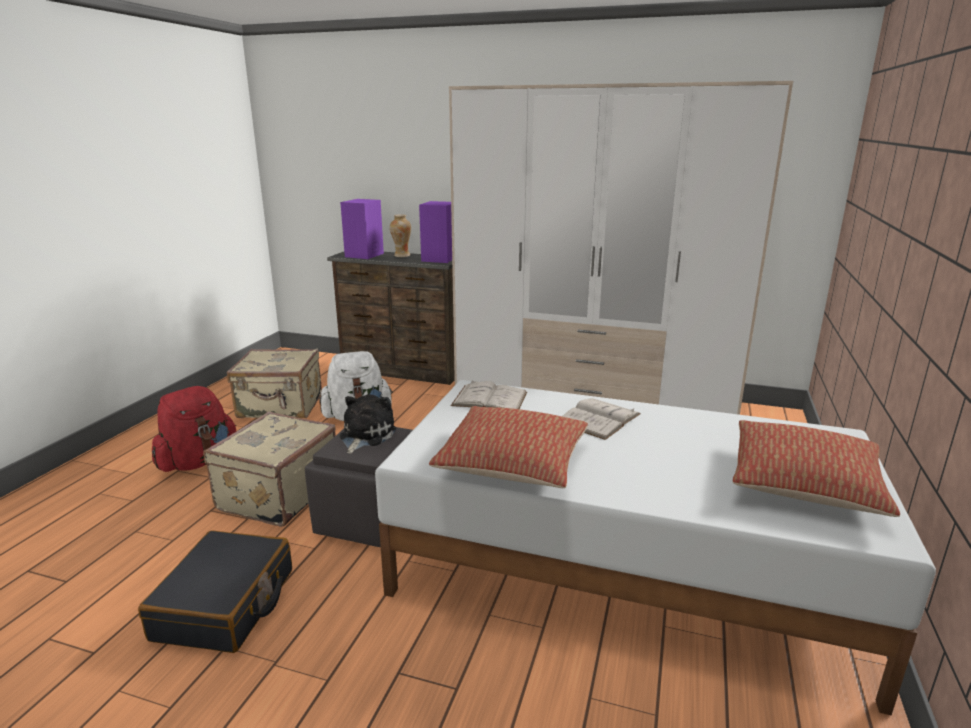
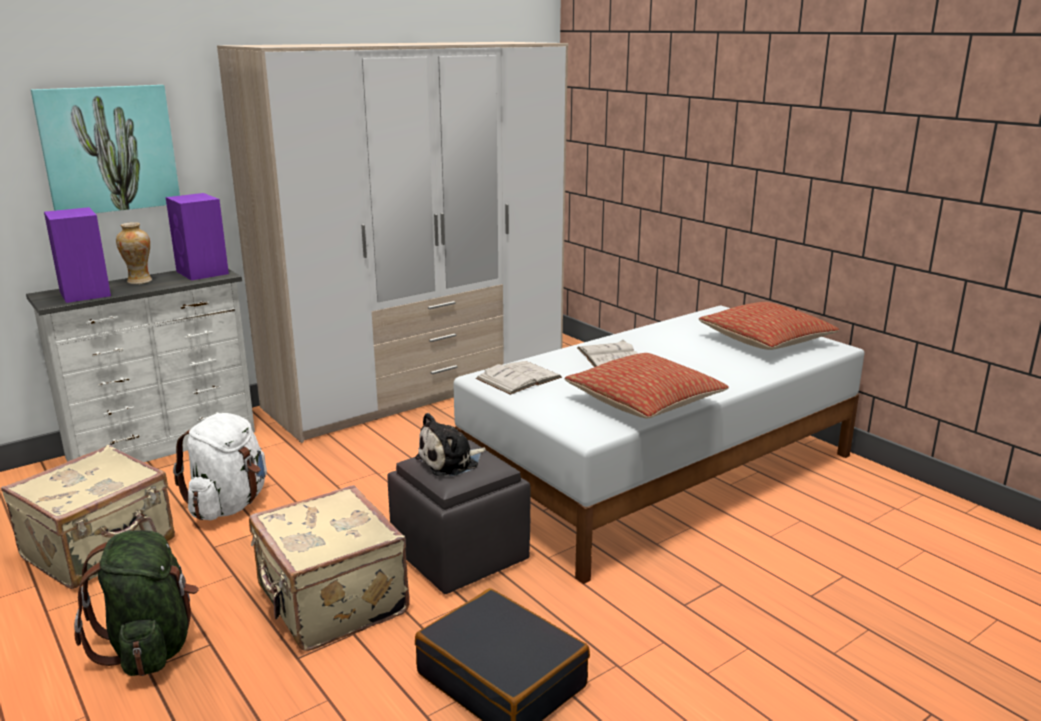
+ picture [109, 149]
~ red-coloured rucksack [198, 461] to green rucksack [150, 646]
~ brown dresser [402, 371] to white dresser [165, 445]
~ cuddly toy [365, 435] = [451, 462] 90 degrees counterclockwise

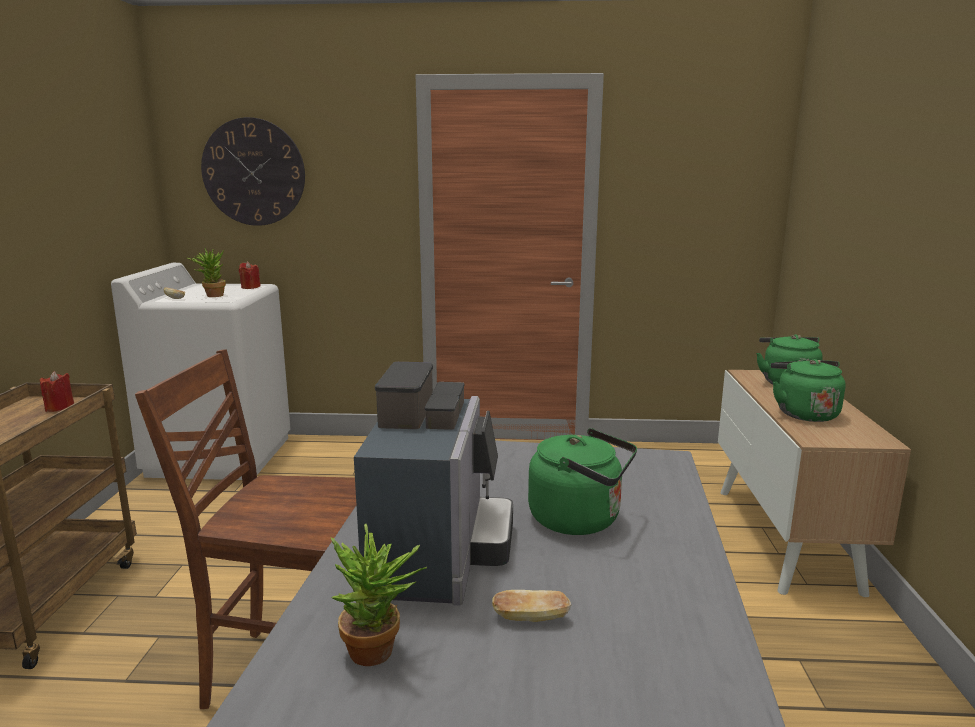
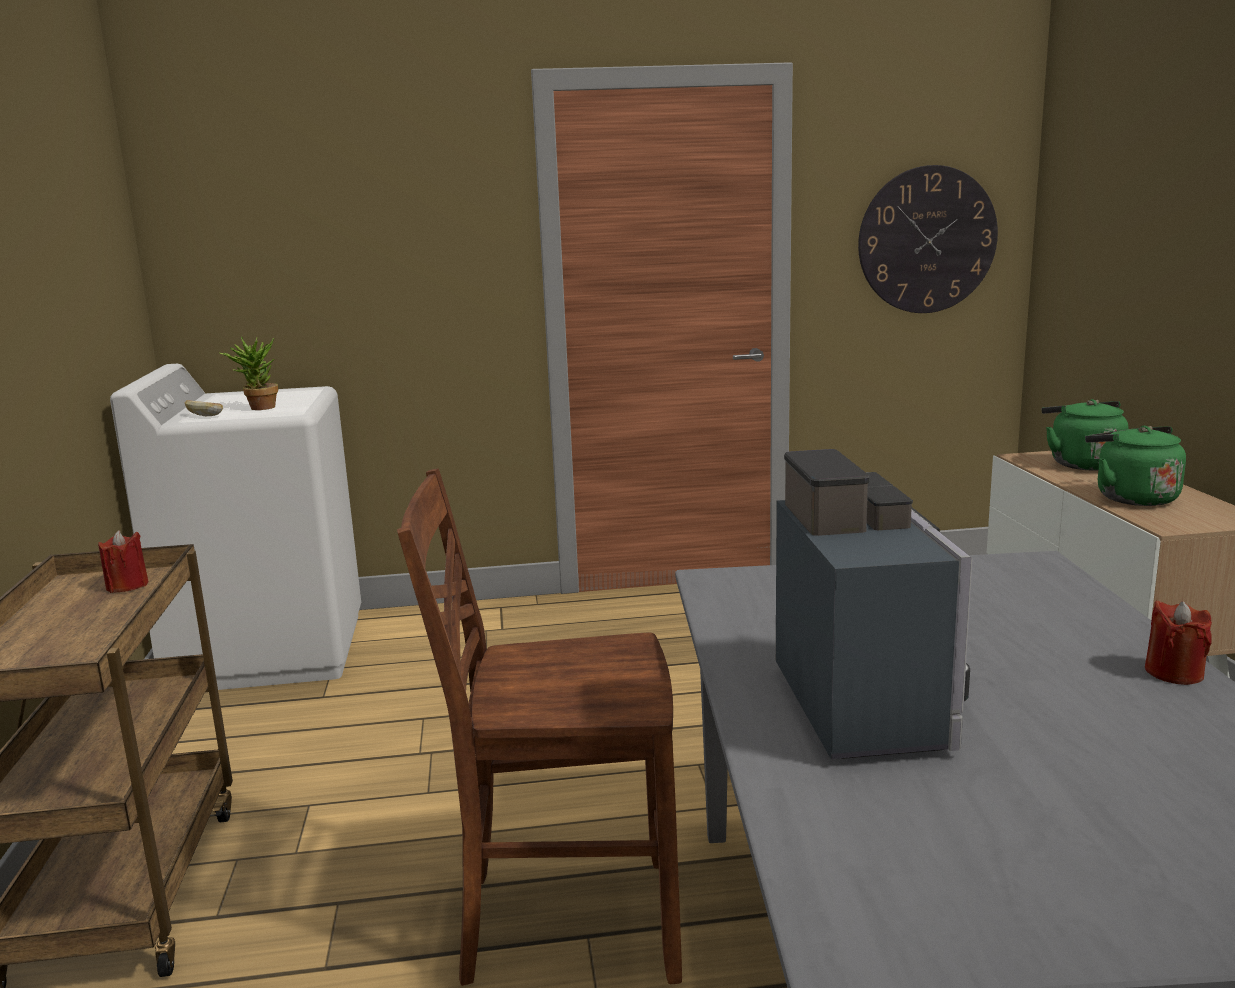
- houseplant [380, 654]
- baked bread [531, 618]
- green water kettle [580, 520]
~ wall clock [253, 172] to [927, 240]
~ red-coloured wax light [250, 287] to [1174, 672]

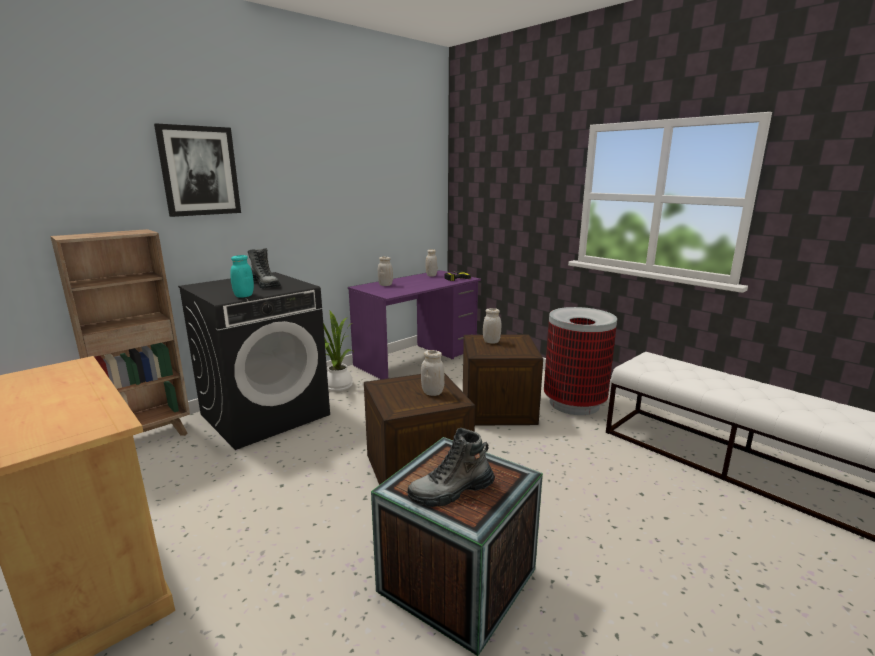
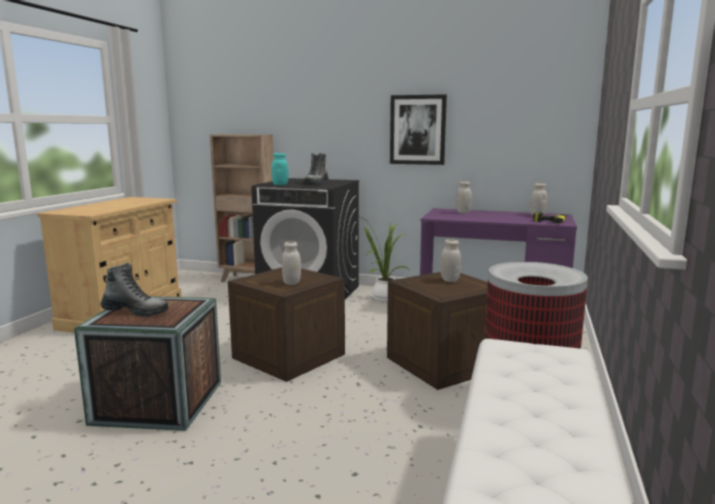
~ picture [199, 171] to [417, 130]
~ high-top boot [451, 491] = [135, 311] 150 degrees clockwise

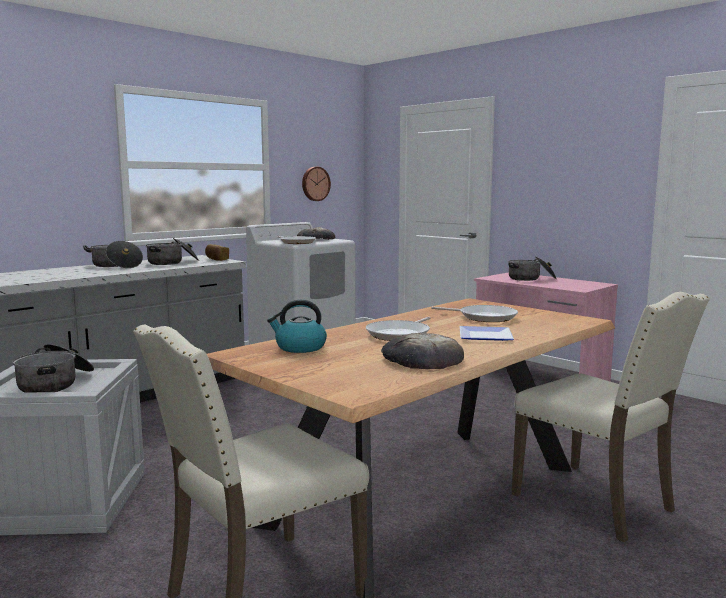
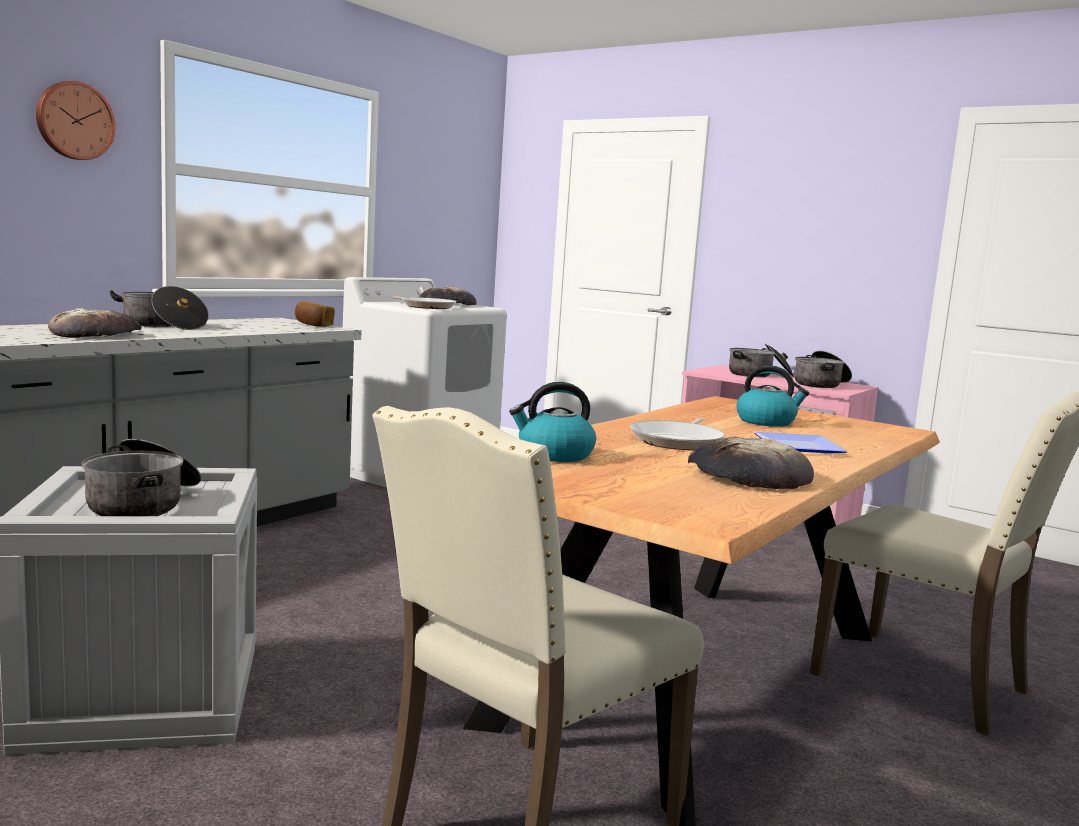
+ baked bread [95, 334]
~ cooking pot [173, 262] to [821, 384]
~ wall clock [315, 183] to [74, 121]
~ skillet [484, 317] to water kettle [766, 422]

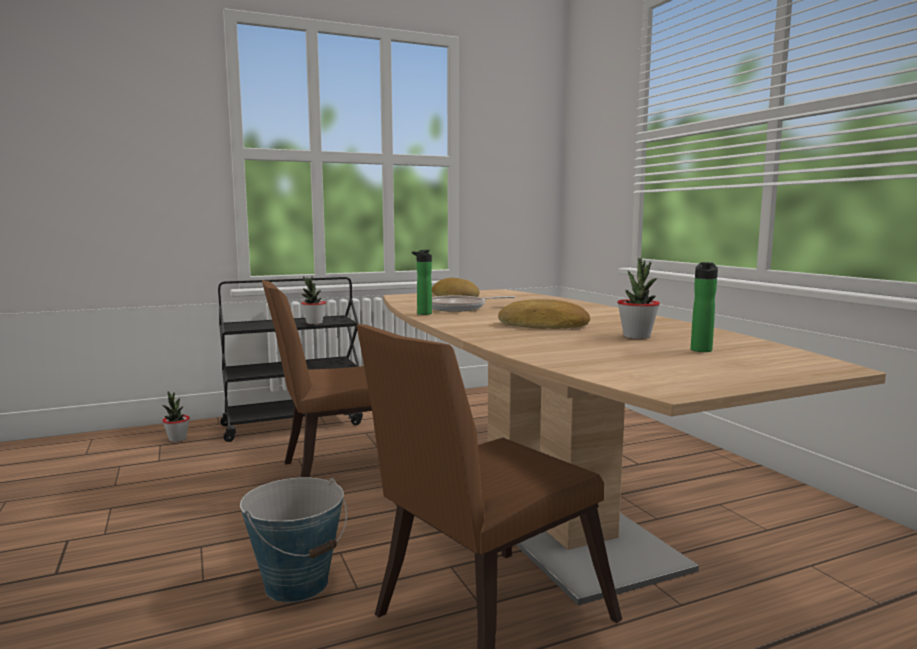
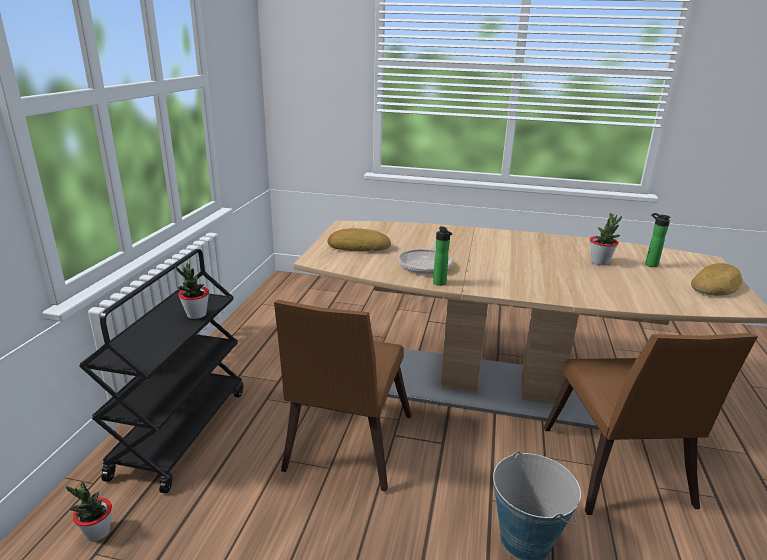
~ baked bread [544, 325] to [716, 286]

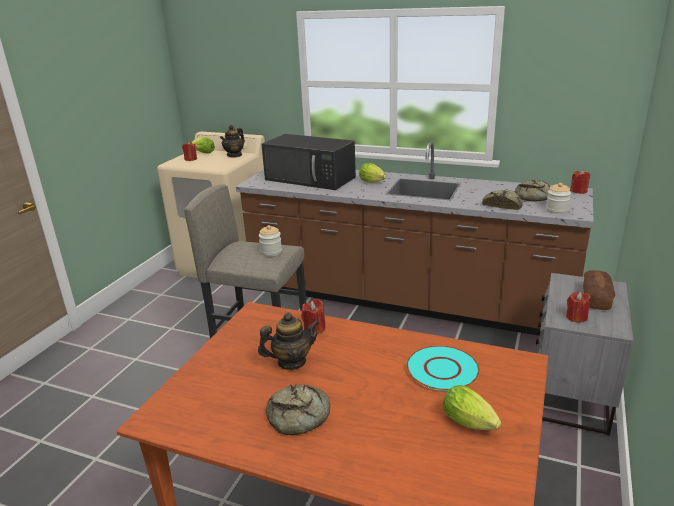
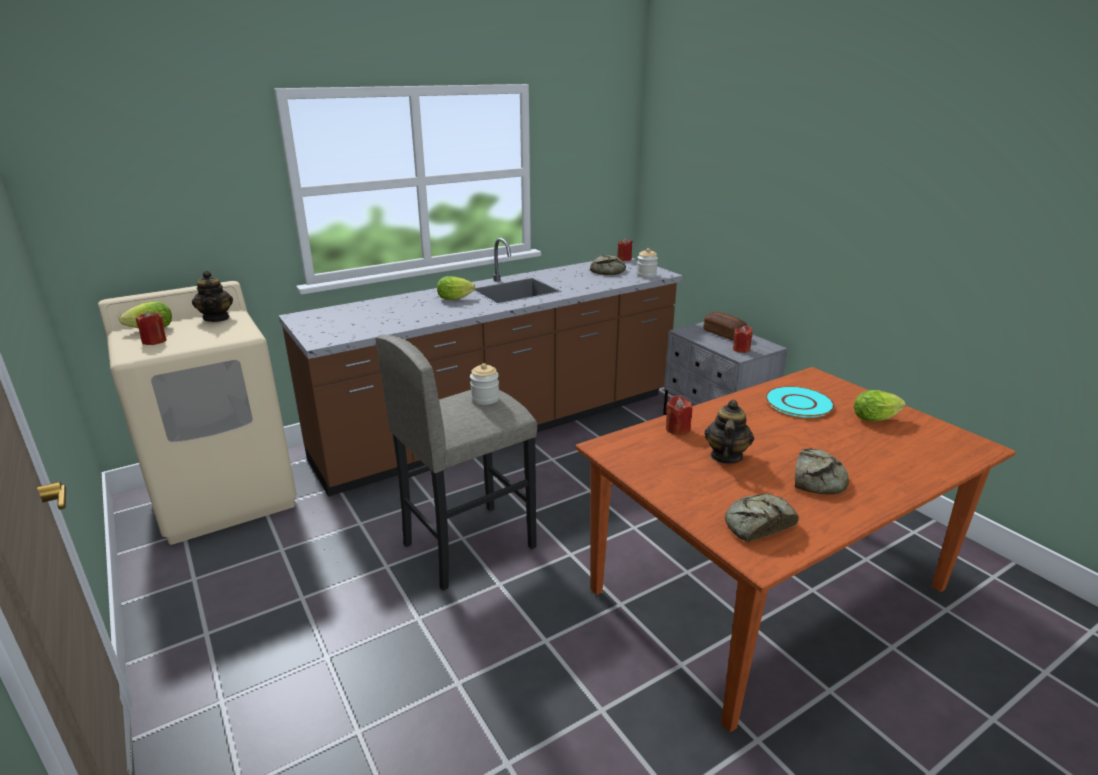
- black microwave [311, 178]
~ baked bread [502, 205] to [757, 524]

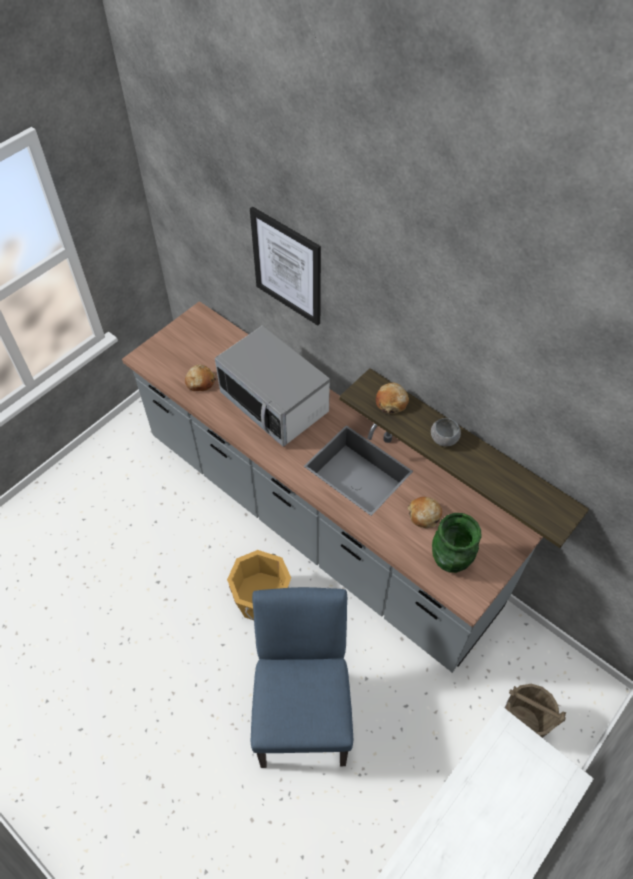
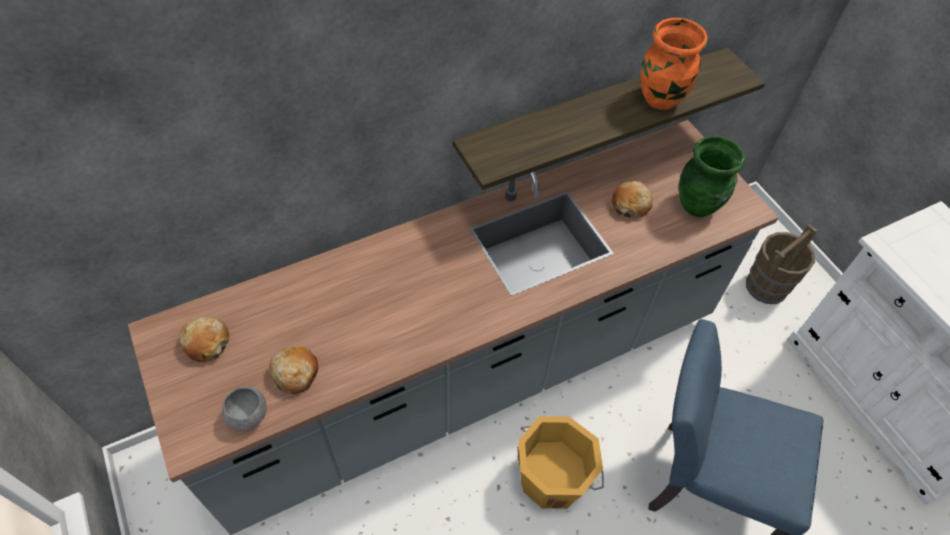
- microwave [275, 403]
- picture [287, 266]
+ orangey decorative vase [660, 99]
~ baked bread [391, 402] to [206, 342]
~ gray bowl [444, 439] to [248, 415]

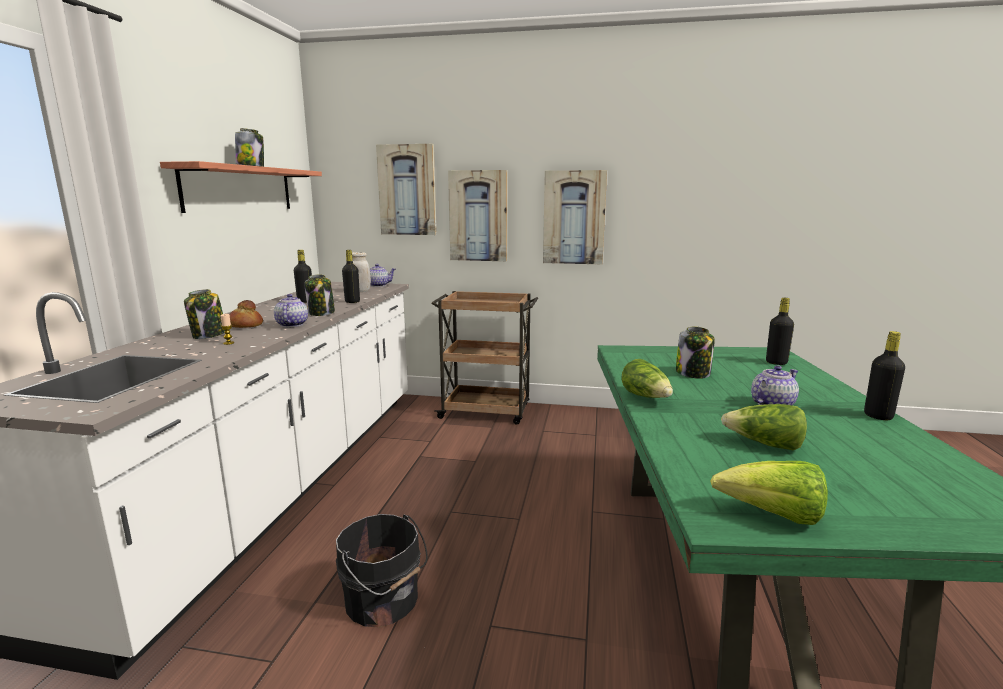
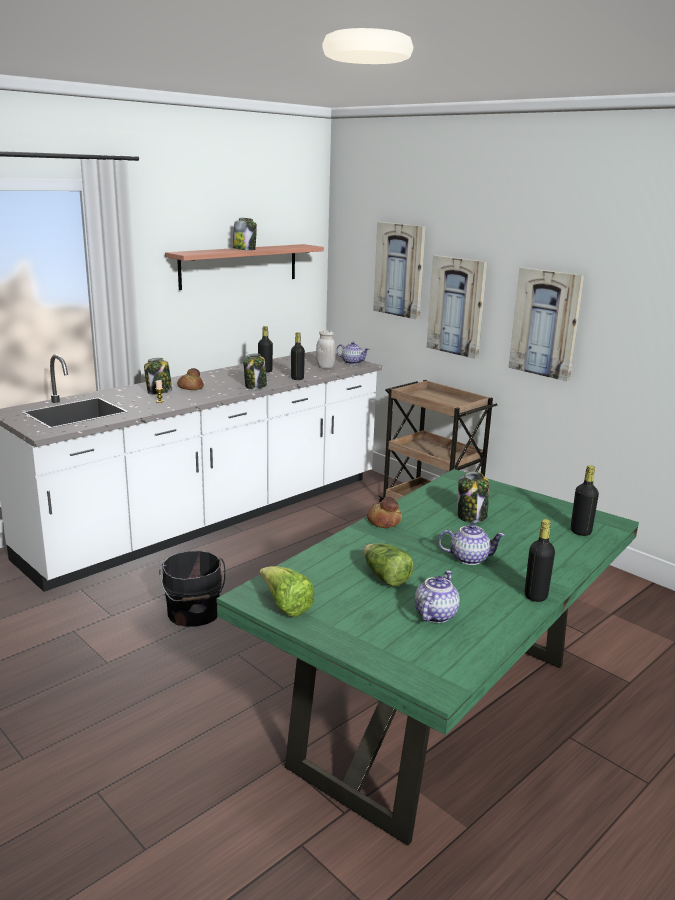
~ pot for tea [291, 325] to [434, 614]
~ lettuce [646, 397] to baked bread [384, 521]

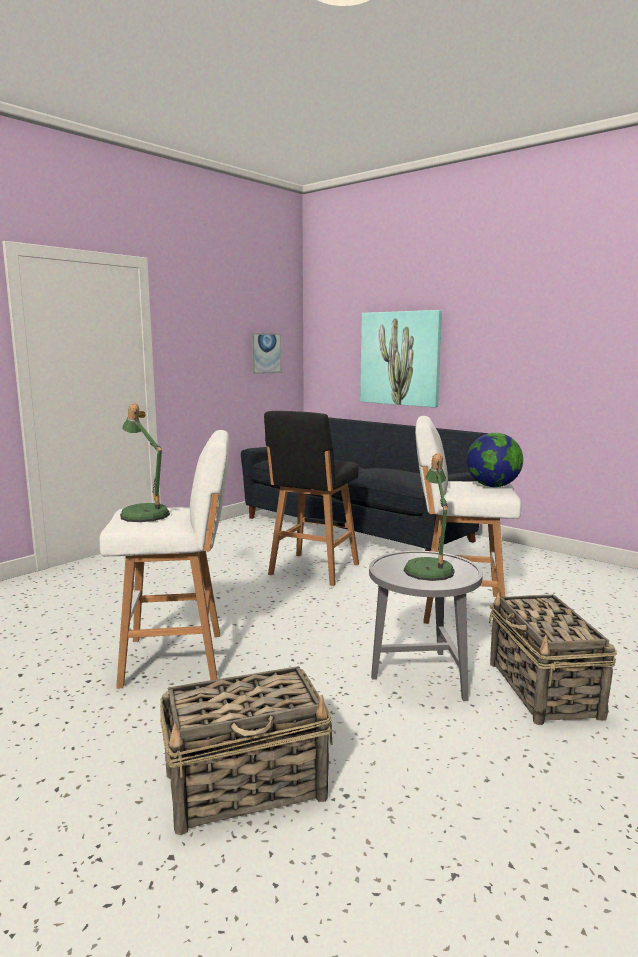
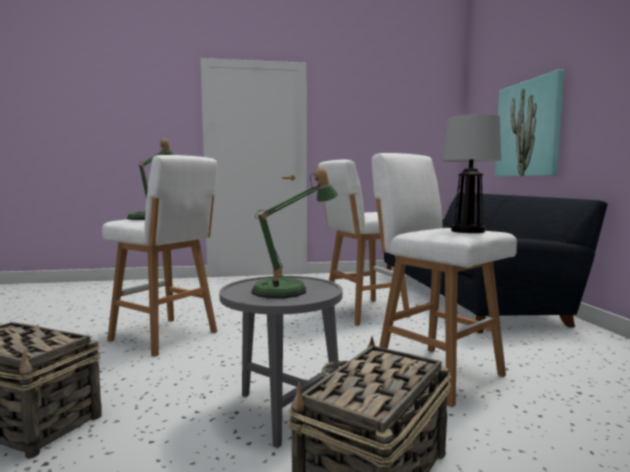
- picture [265, 353]
~ world globe [492, 486] to tabletop lamp [468, 231]
~ black stool seat [312, 570] to white stool seat [363, 312]

